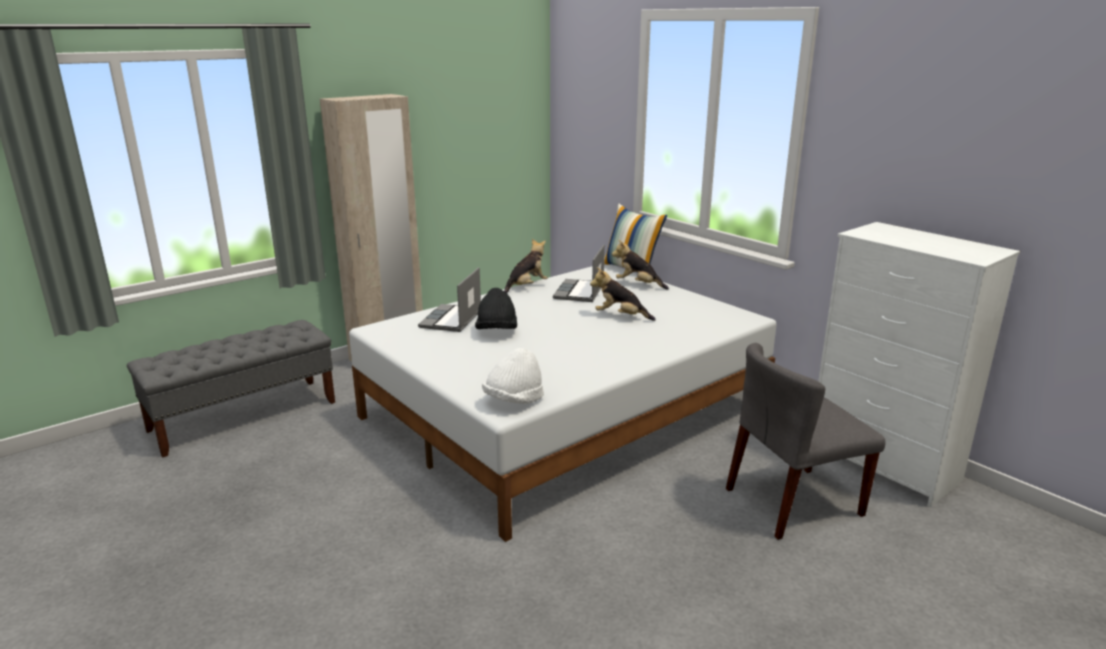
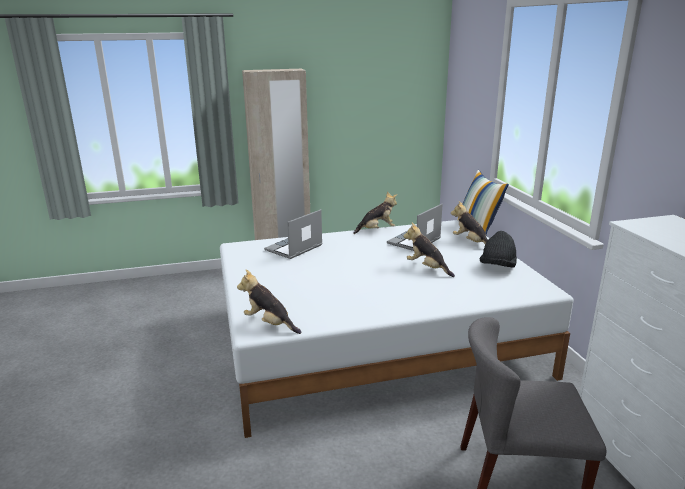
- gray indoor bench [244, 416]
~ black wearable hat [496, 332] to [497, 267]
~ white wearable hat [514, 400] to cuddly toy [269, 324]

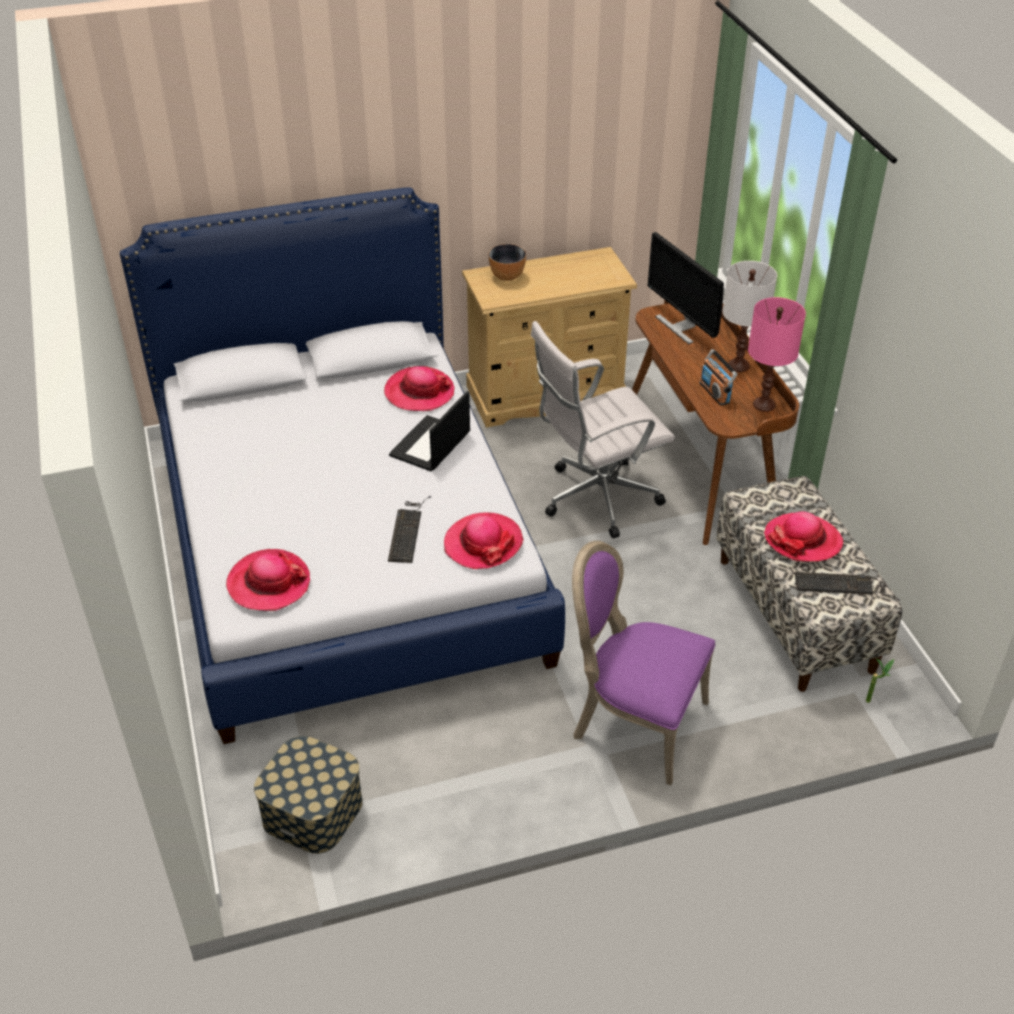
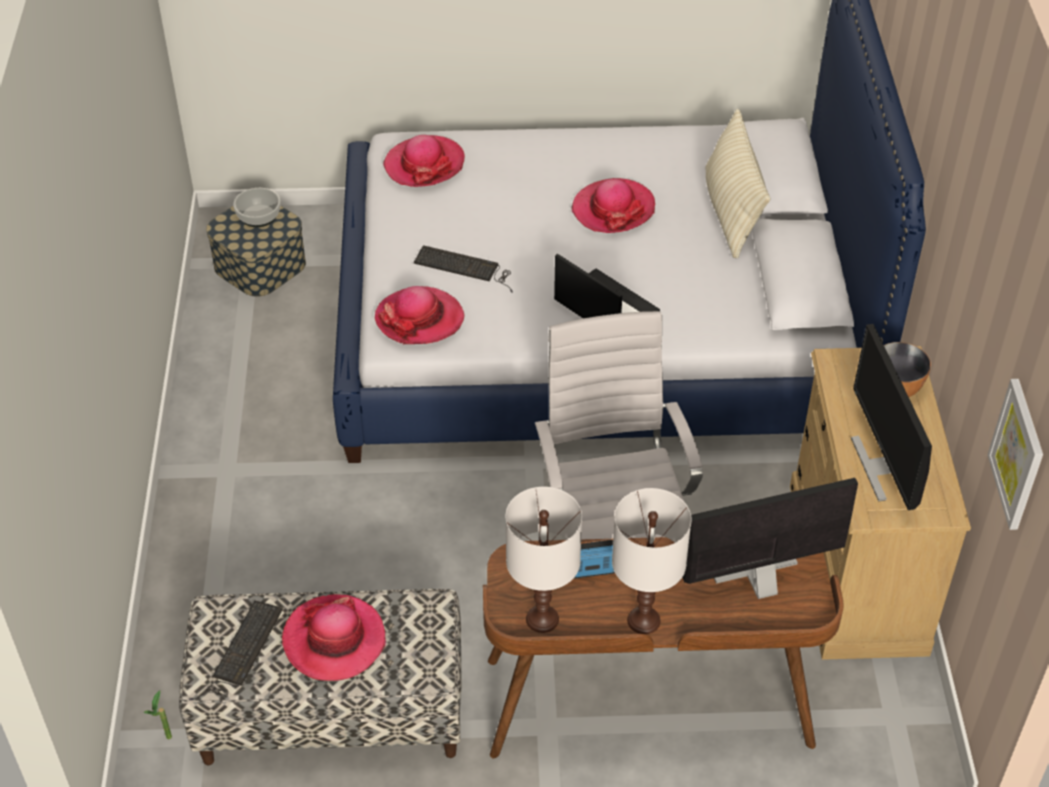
- purplish chair [634, 722]
+ bowl [258, 215]
+ sand-coloured throw pillow [731, 211]
+ monitor [881, 466]
+ picture [1018, 454]
~ wearable hat [419, 392] to [613, 209]
~ pink tabletop lamp [763, 404] to white tabletop lamp [542, 618]

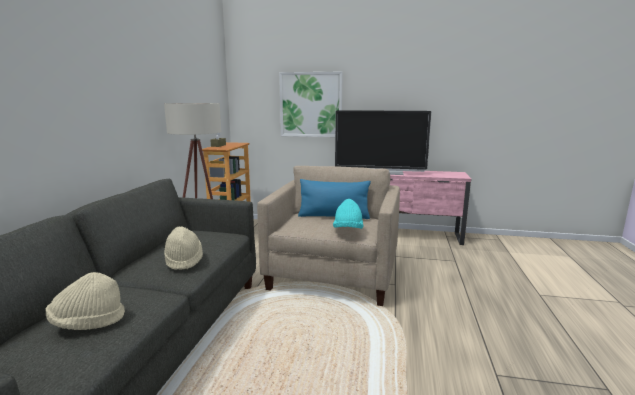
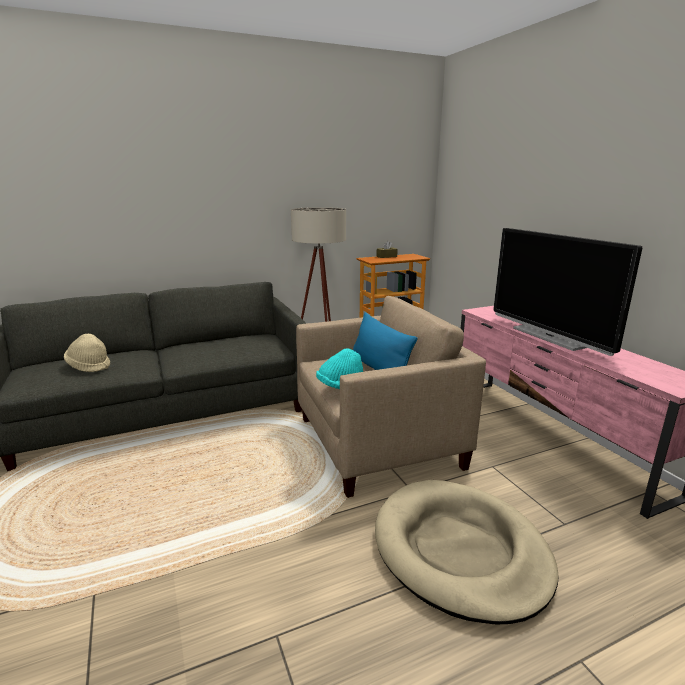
- sand-coloured wearable hat [184, 260]
- picture [311, 104]
+ sand-coloured dog cushion [460, 551]

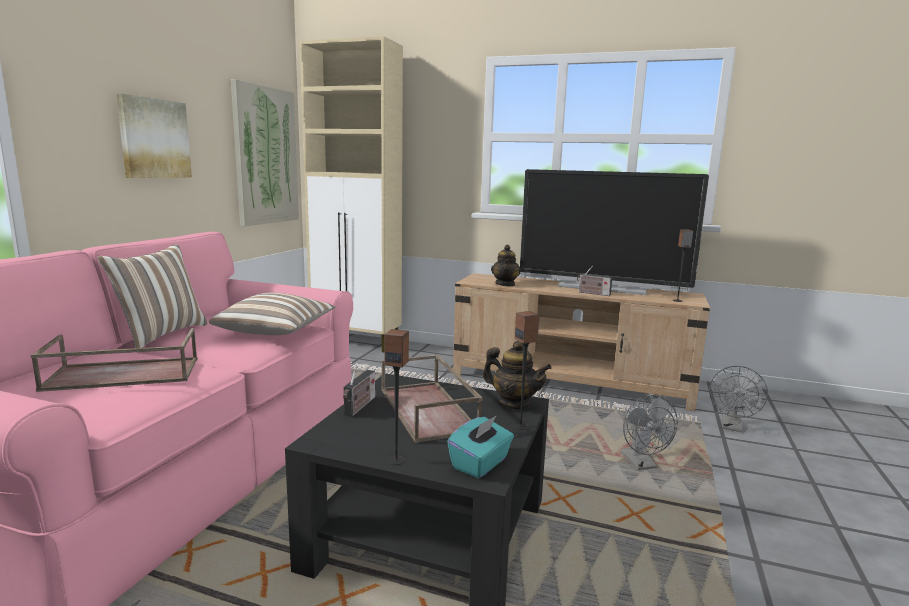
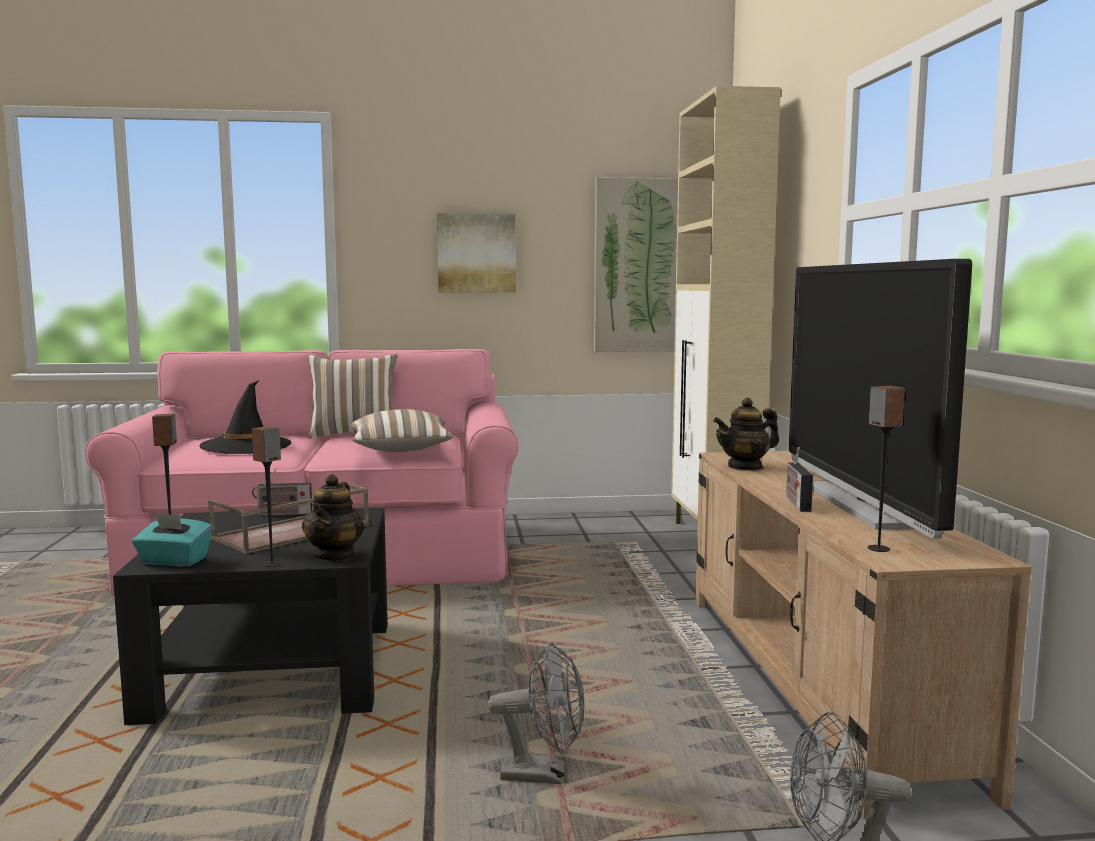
~ brown serving tray [121, 375] to black wearable hat [246, 446]
~ gray fan [642, 464] = [544, 774] 135 degrees counterclockwise

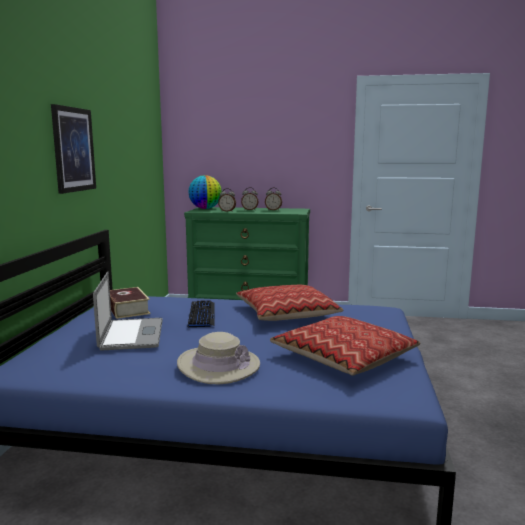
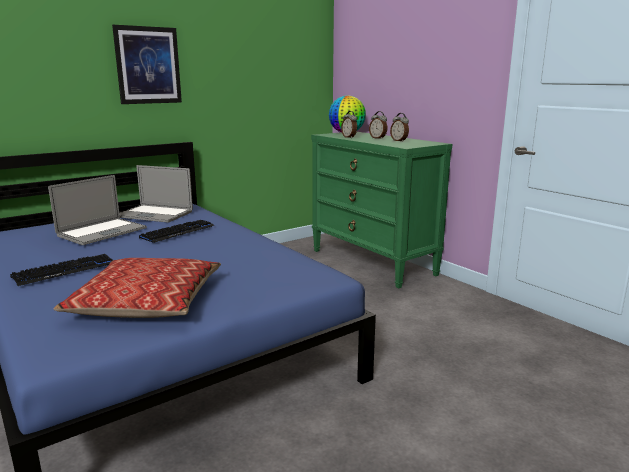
- throw pillow [286, 313]
~ bound book [127, 309] to laptop [154, 214]
~ sand-coloured wearable hat [218, 365] to computer keyboard [64, 271]

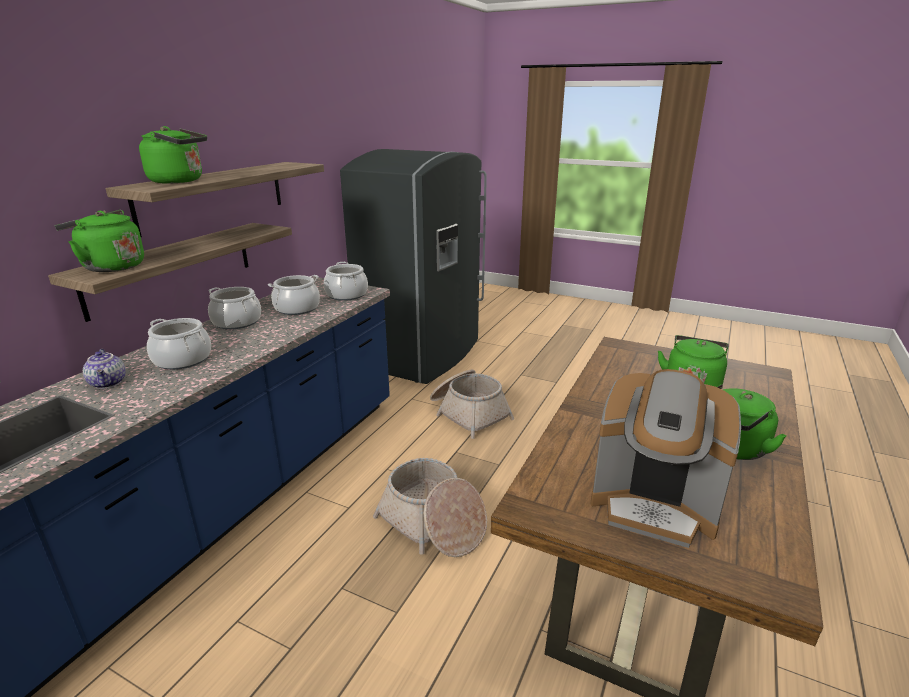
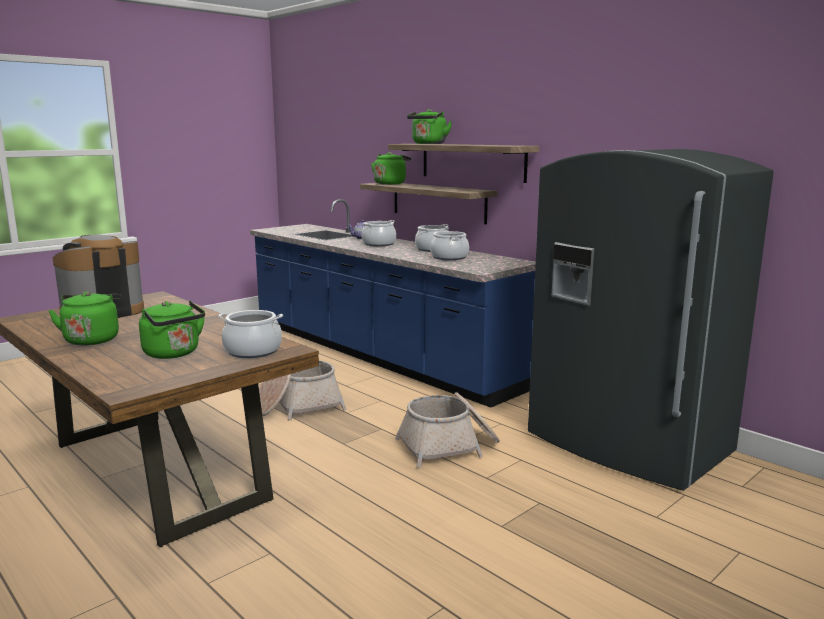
~ cooking pot [346, 295] to [252, 351]

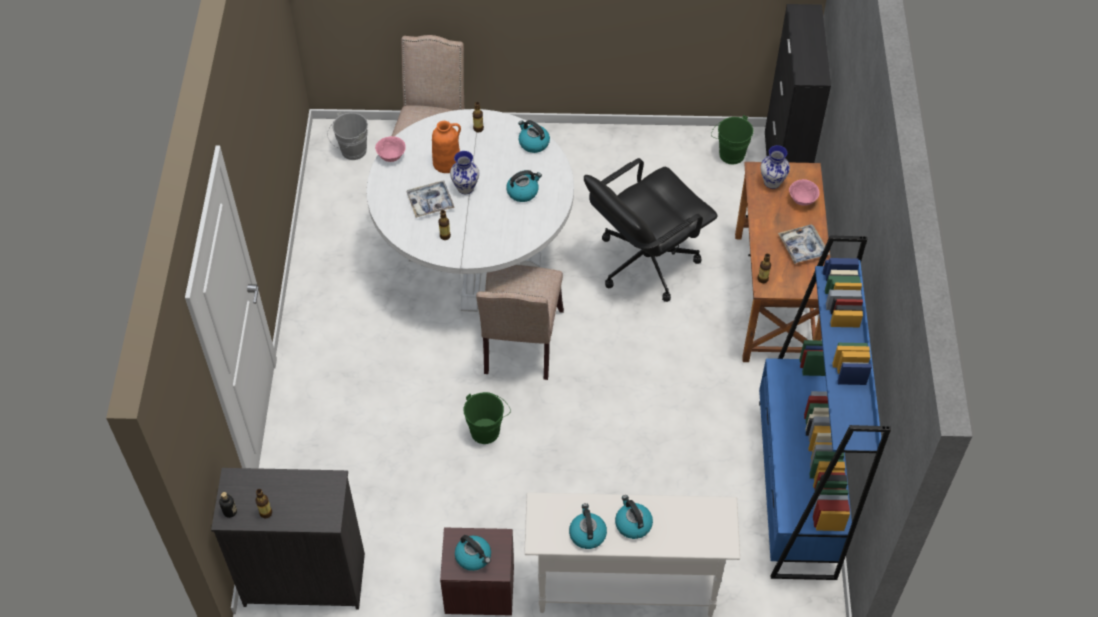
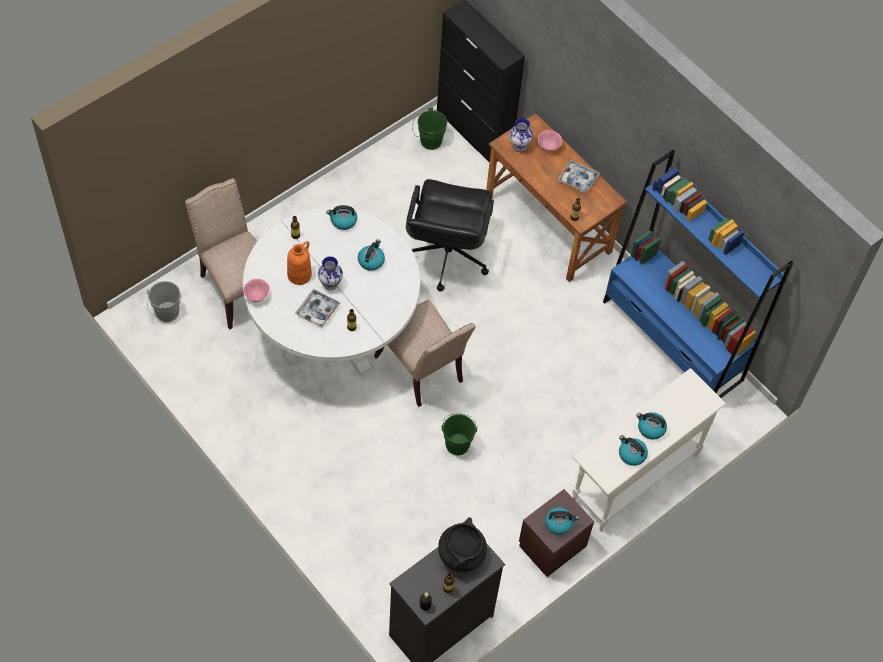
+ black cooking pot [461, 553]

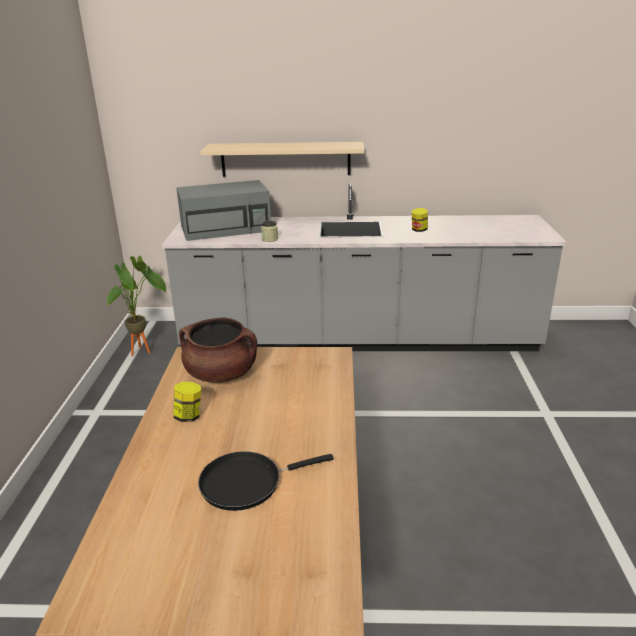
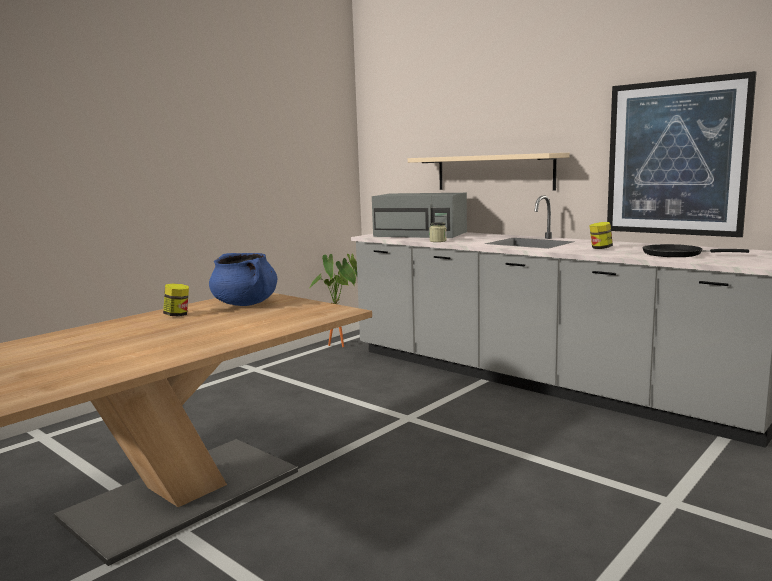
+ picture [675, 158]
~ black skillet [246, 483] to [677, 254]
~ brown cooking pot [221, 374] to blue cooking pot [245, 304]

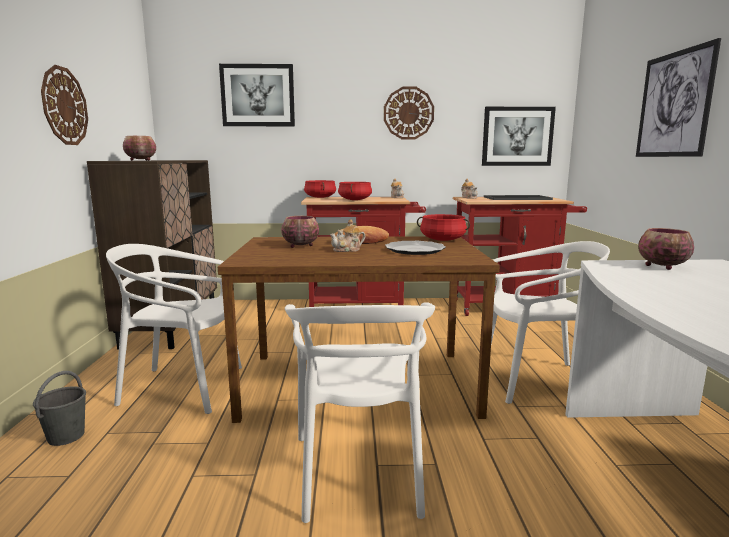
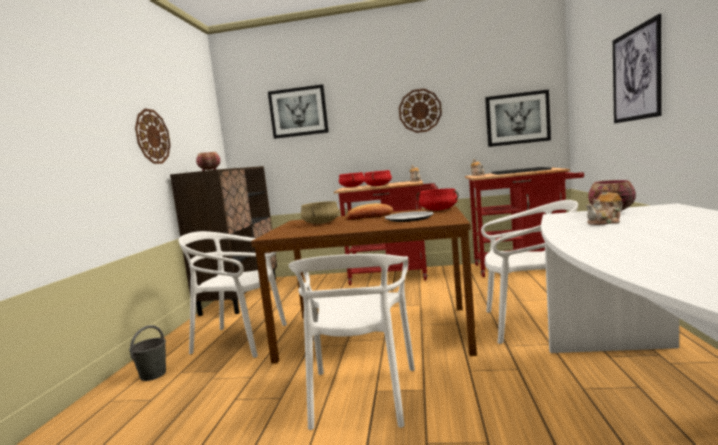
~ pot for tea [348, 250] to [605, 222]
~ bowl [300, 246] to sand-coloured cooking pot [320, 223]

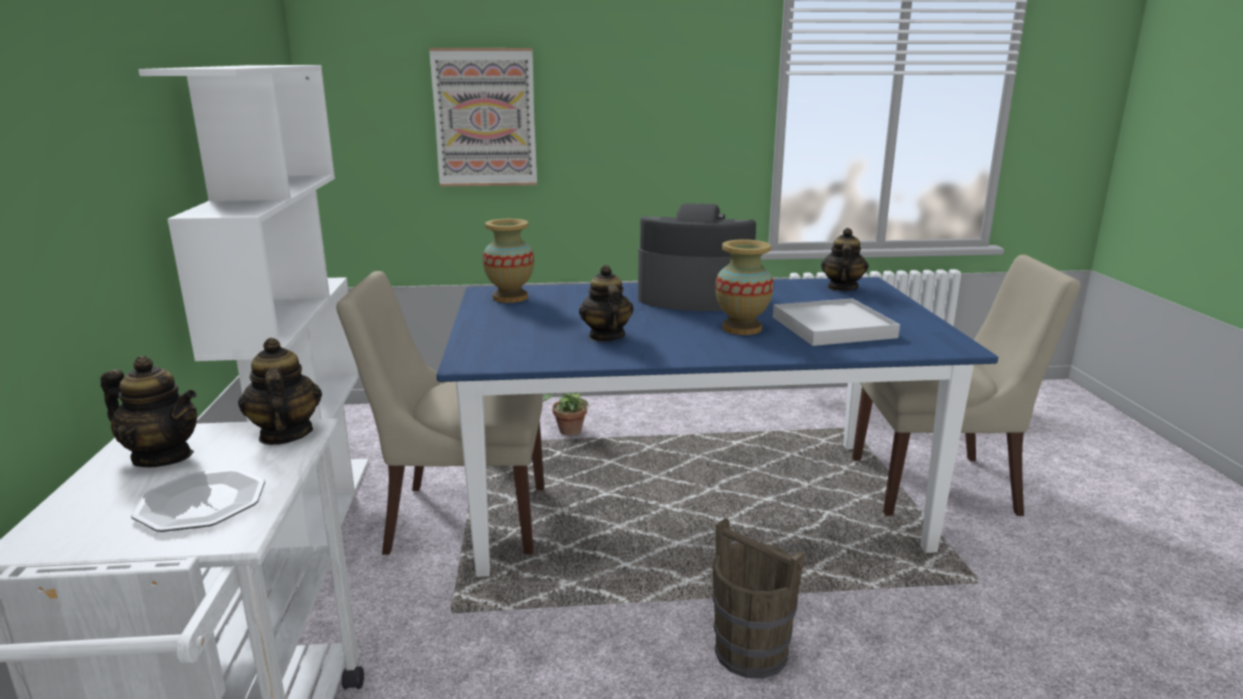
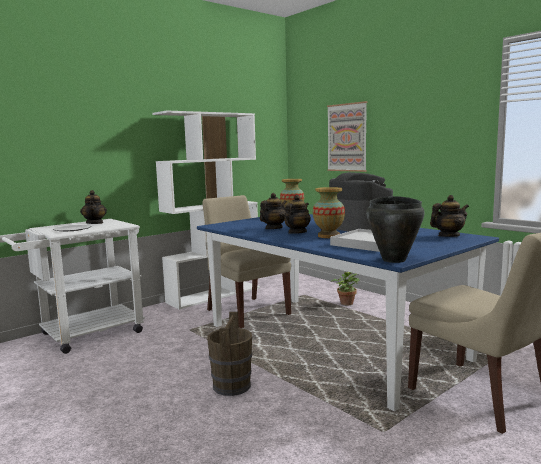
+ black cooking pot [394, 260]
~ pot for tea [285, 434] to [297, 232]

